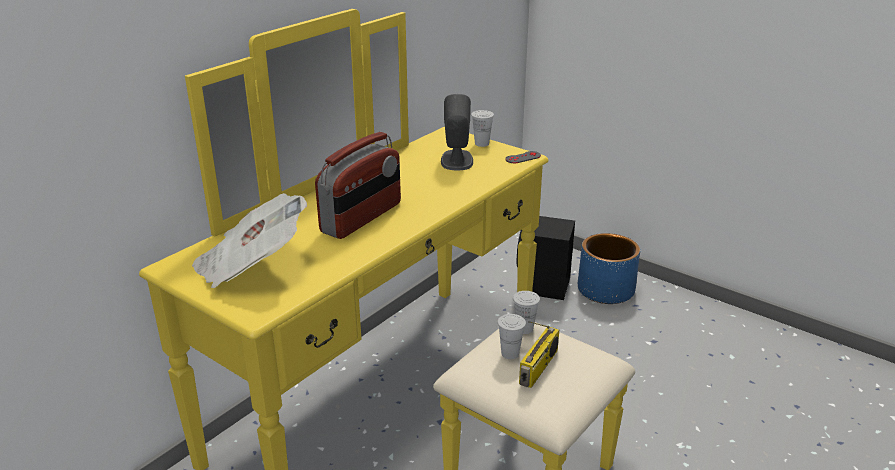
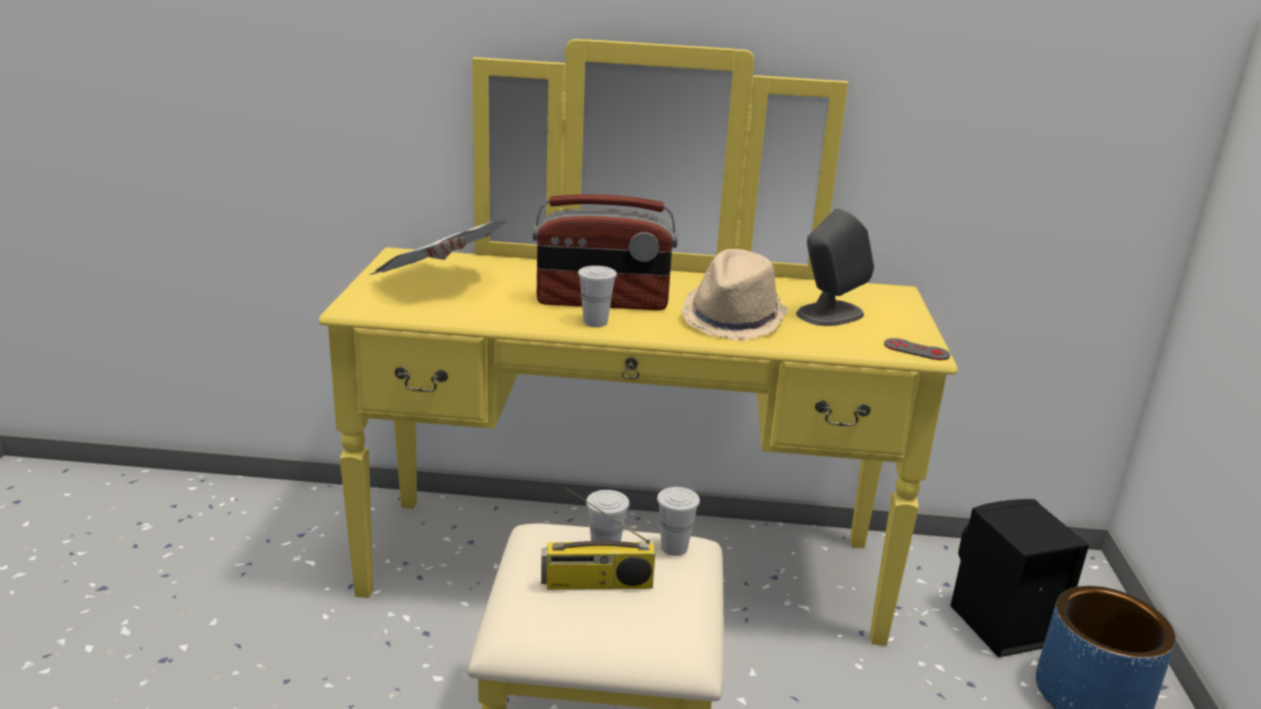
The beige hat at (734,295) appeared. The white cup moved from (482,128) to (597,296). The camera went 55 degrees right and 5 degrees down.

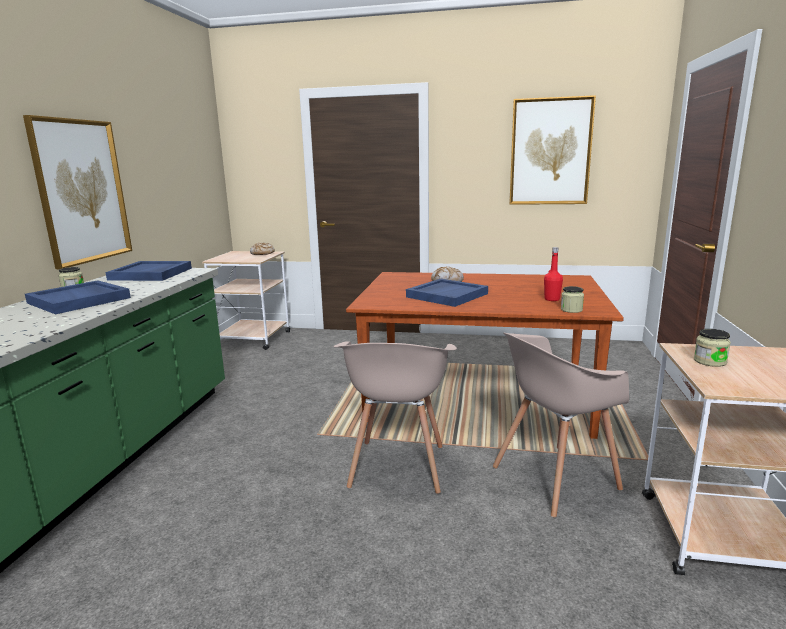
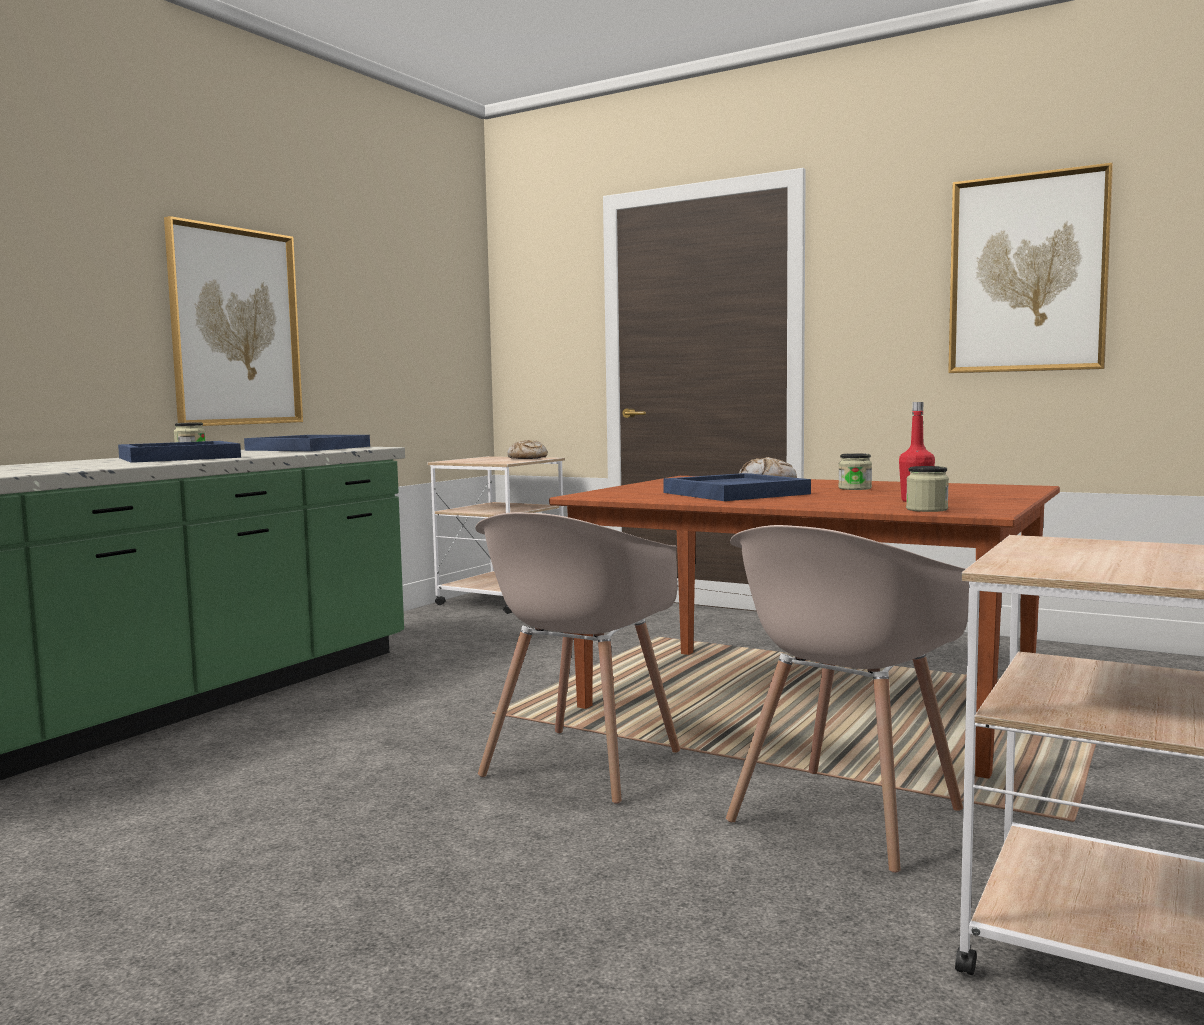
The jar moved from (712,348) to (855,471). The beige chair at (561,425) turned 45 degrees counterclockwise. The camera went 20 degrees right and 10 degrees down.

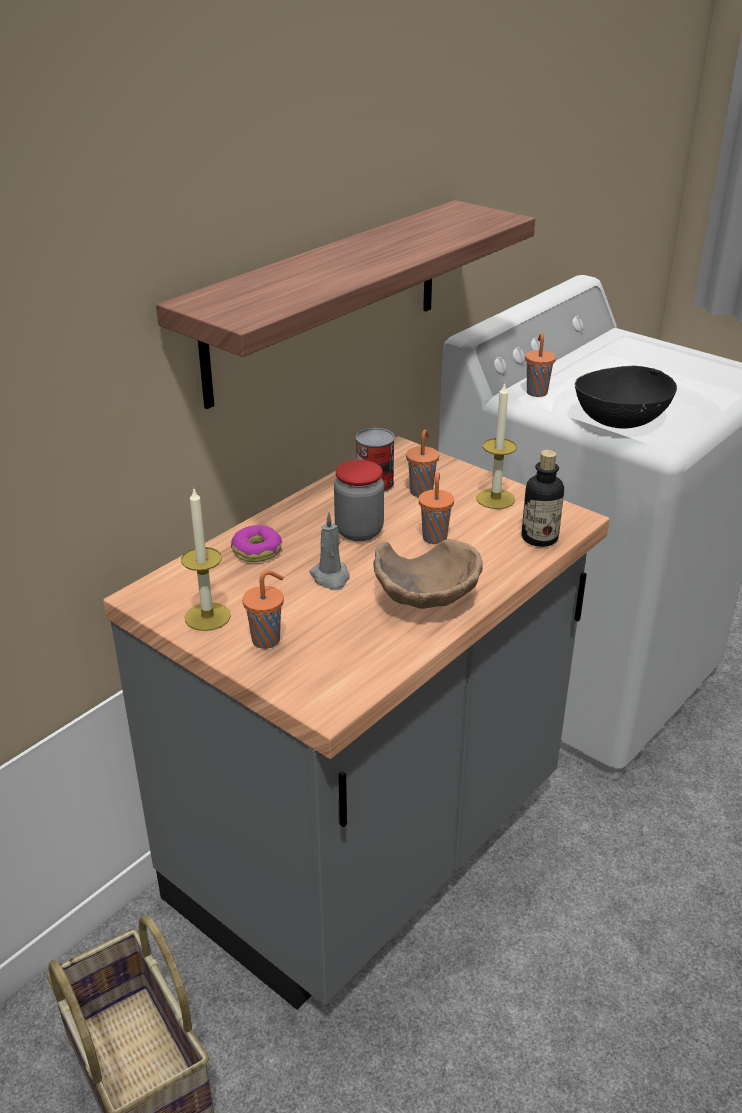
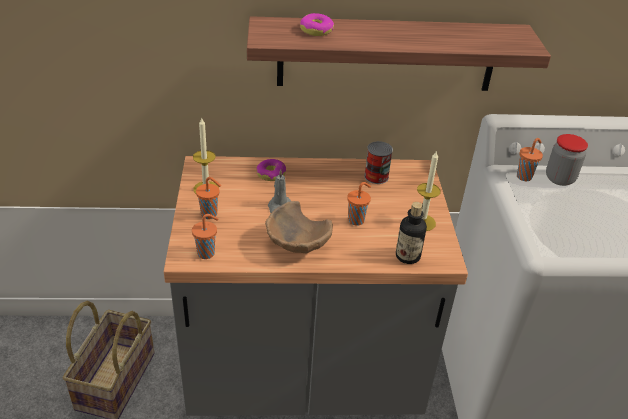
The black bowl at (626,397) disappeared. The donut at (317,24) appeared. The jar moved from (359,500) to (567,160). The orange cup moved from (422,463) to (205,236). The camera went 45 degrees right and 5 degrees up.

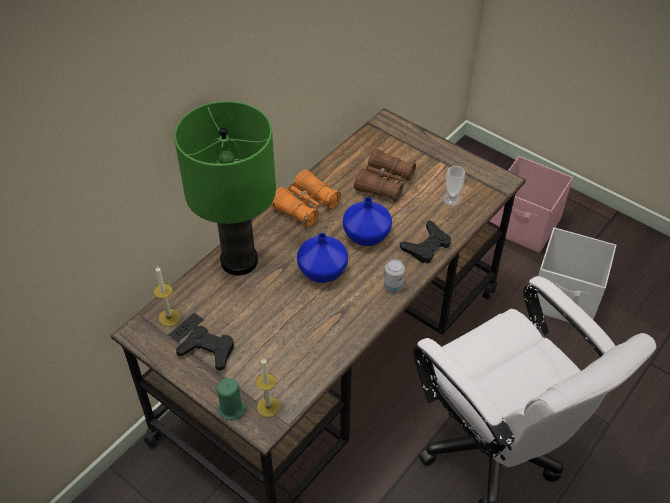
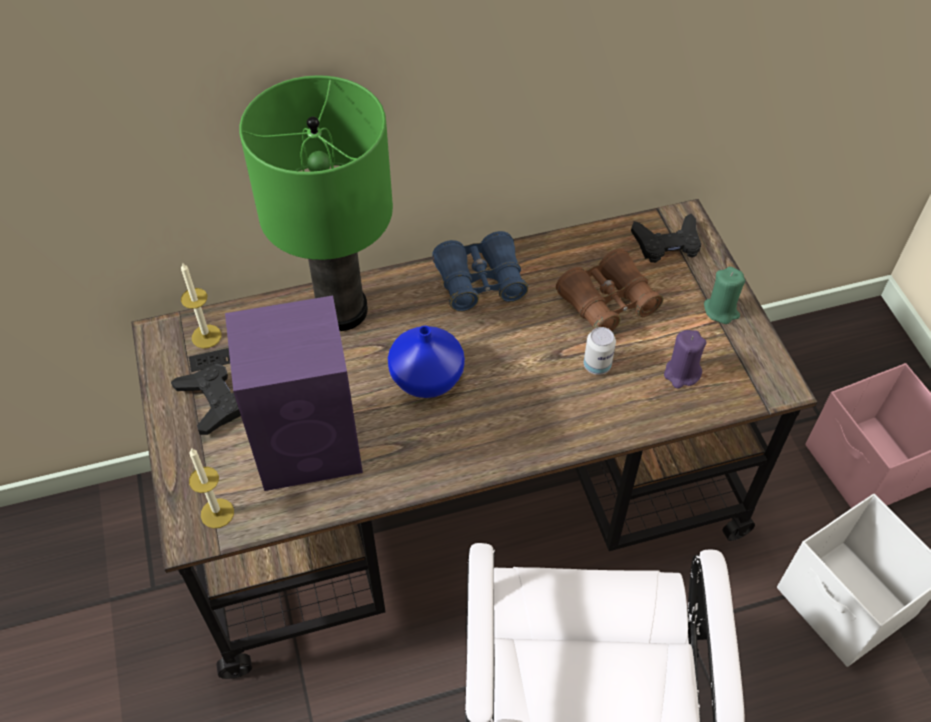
The blue vase at (367,221) disappeared. The purple speaker at (294,393) appeared. The green candle moved from (231,399) to (724,295). The can moved from (394,275) to (599,351). The black game controller moved from (425,242) to (666,238). The cup at (454,186) was replaced by the purple candle at (685,359). The orange binoculars at (306,198) became the blue binoculars at (480,271). The camera went 35 degrees right and 5 degrees up.

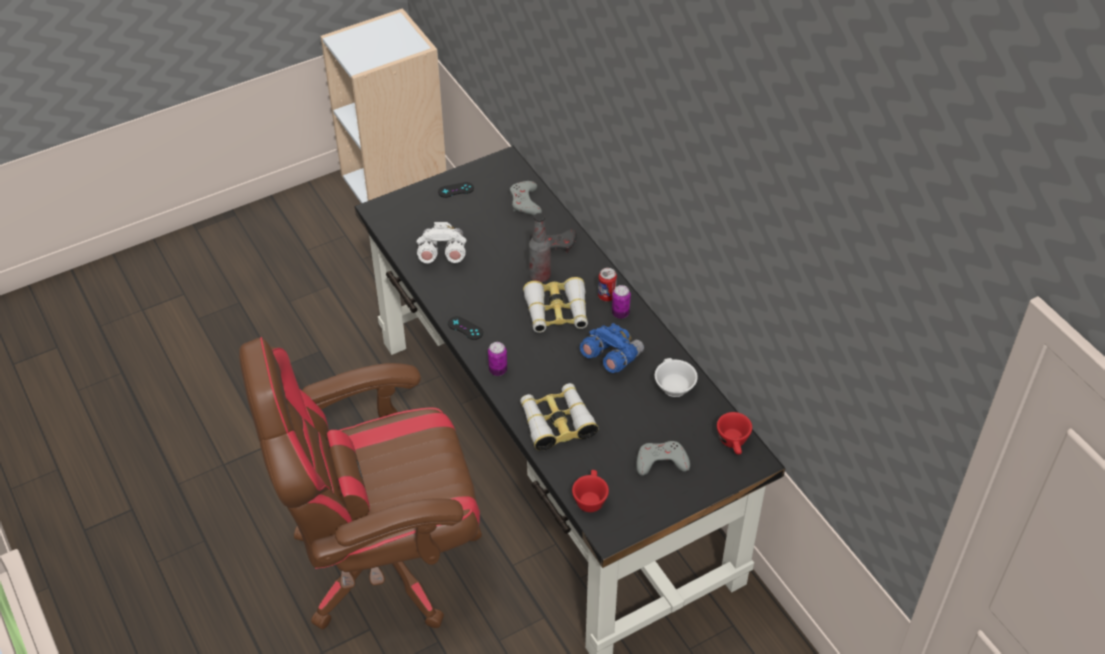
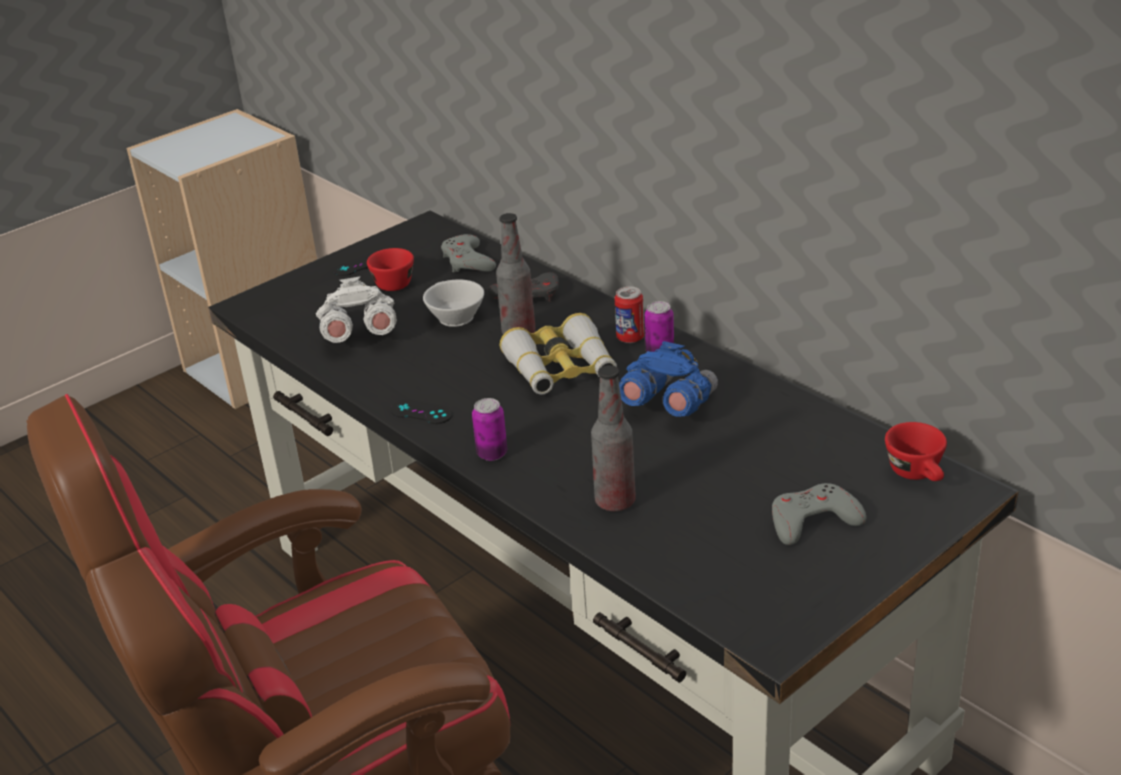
The red cup moved from (590,491) to (390,269). The white cup moved from (676,377) to (453,303). The binoculars at (559,417) was replaced by the bottle at (613,438). The camera went 10 degrees left and 15 degrees down.

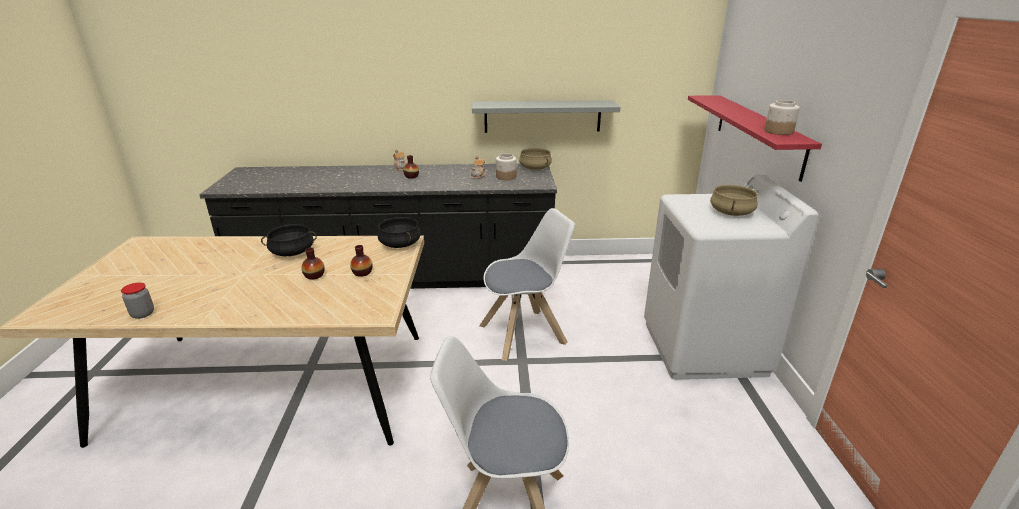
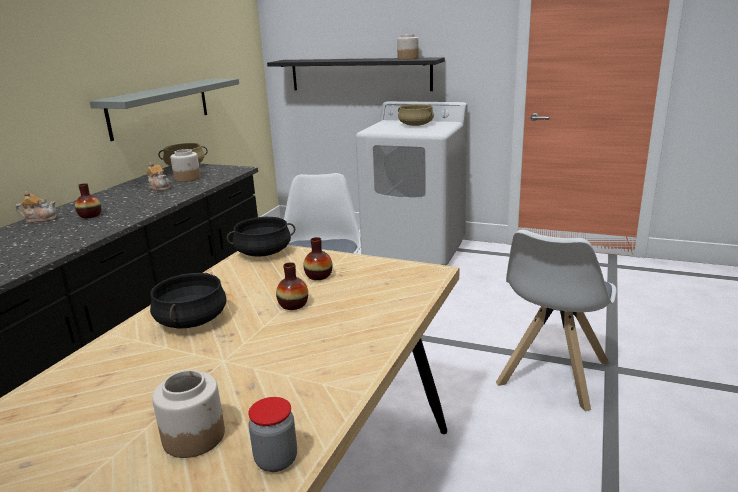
The jar at (188,414) appeared. The red shelf at (755,138) became the black shelf at (356,74). The camera went 65 degrees left and 5 degrees down.

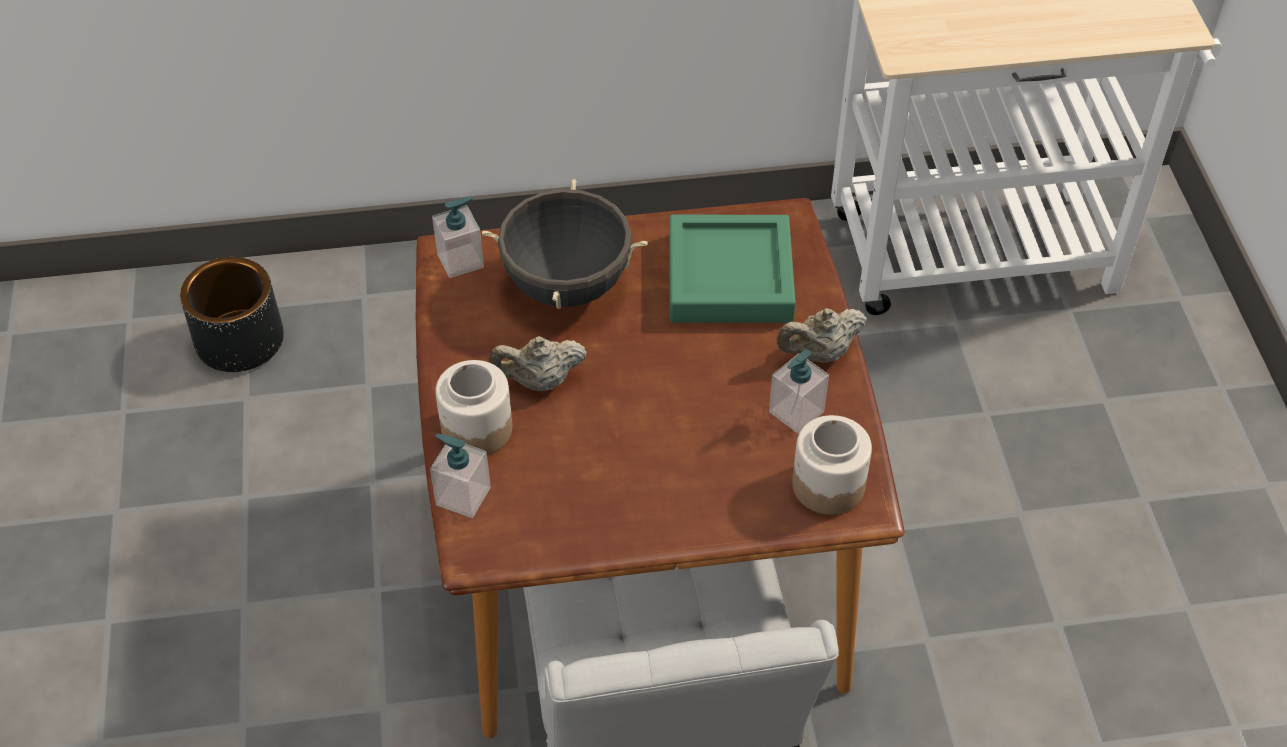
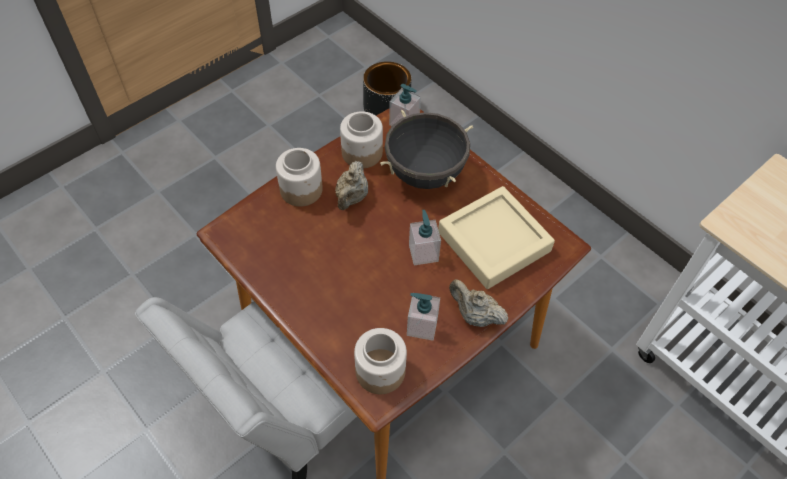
The jar at (361,139) appeared. The soap dispenser moved from (460,476) to (425,237). The green tray at (732,269) became the beige tray at (496,237). The beige teapot at (538,363) turned 120 degrees counterclockwise. The camera went 55 degrees right and 5 degrees up.

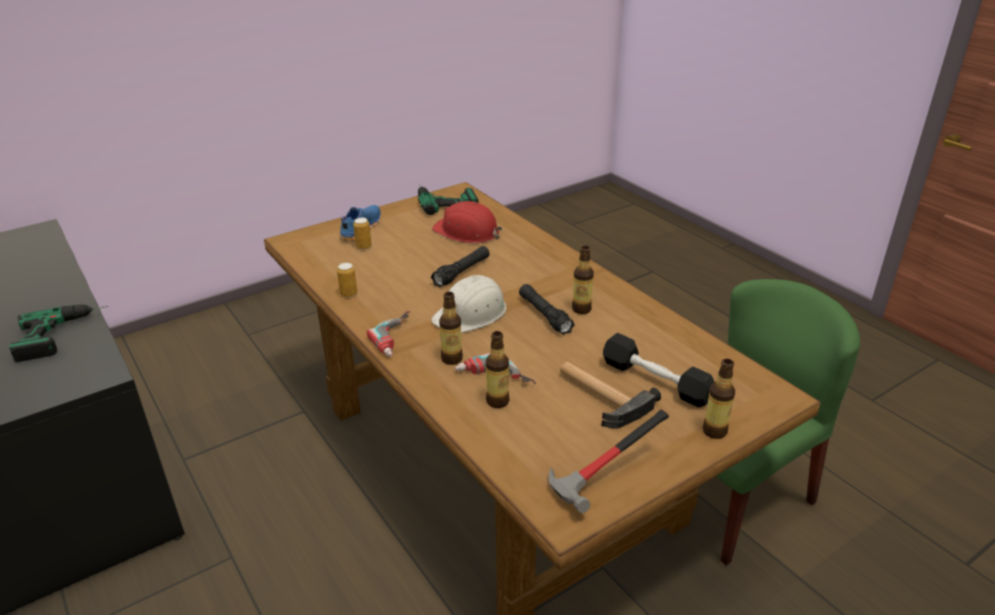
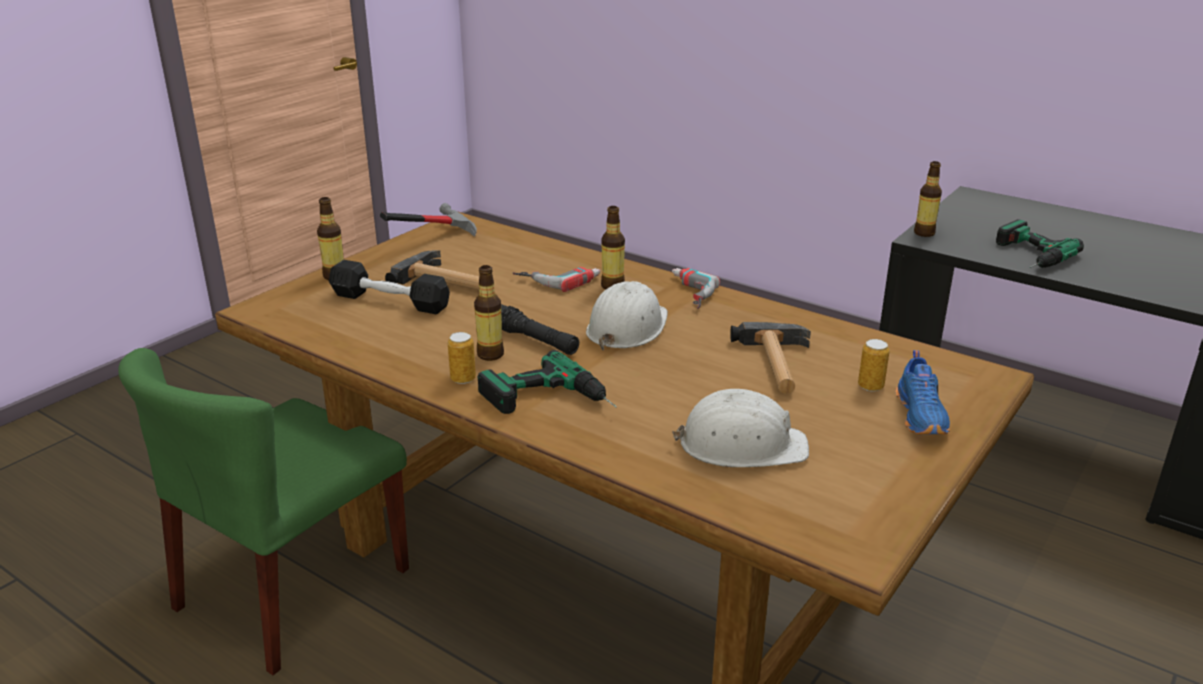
The black flashlight at (460,266) disappeared. The hammer at (770,358) appeared. The can moved from (347,280) to (462,358). The power drill moved from (448,199) to (547,382). The bottle moved from (497,369) to (928,199). The red hard hat at (467,222) became the white hard hat at (740,428). The camera went 160 degrees right and 5 degrees down.

